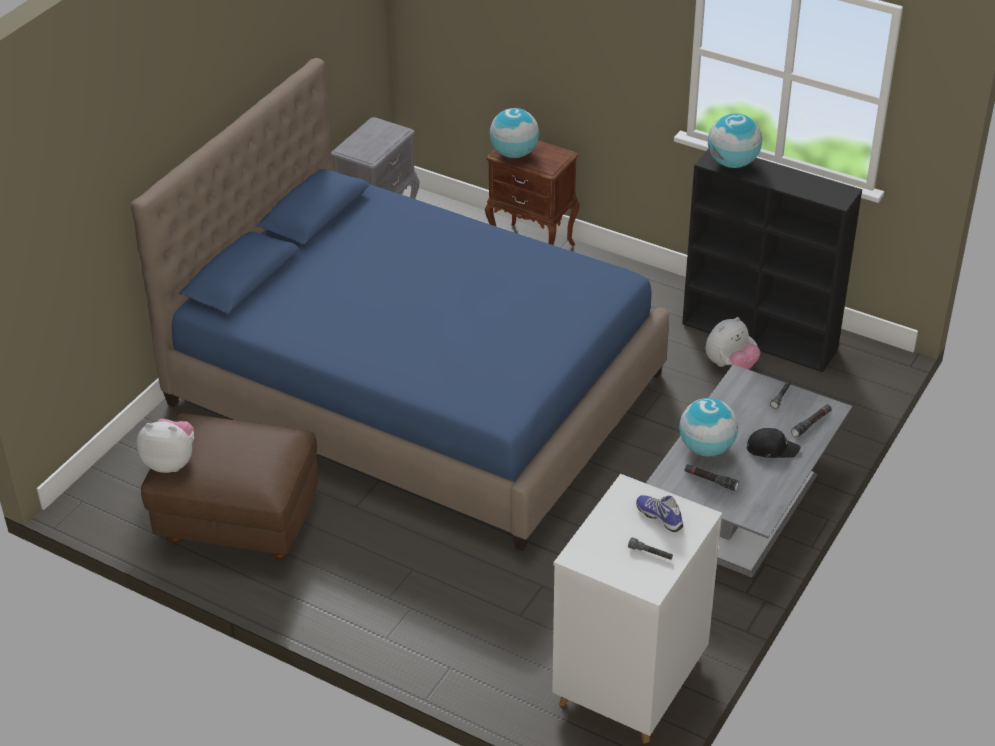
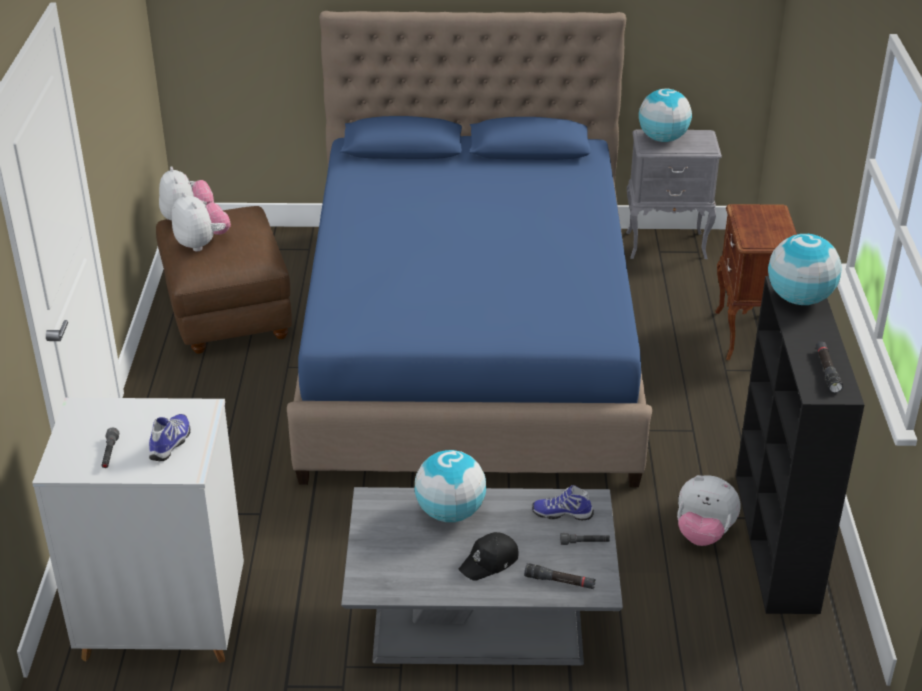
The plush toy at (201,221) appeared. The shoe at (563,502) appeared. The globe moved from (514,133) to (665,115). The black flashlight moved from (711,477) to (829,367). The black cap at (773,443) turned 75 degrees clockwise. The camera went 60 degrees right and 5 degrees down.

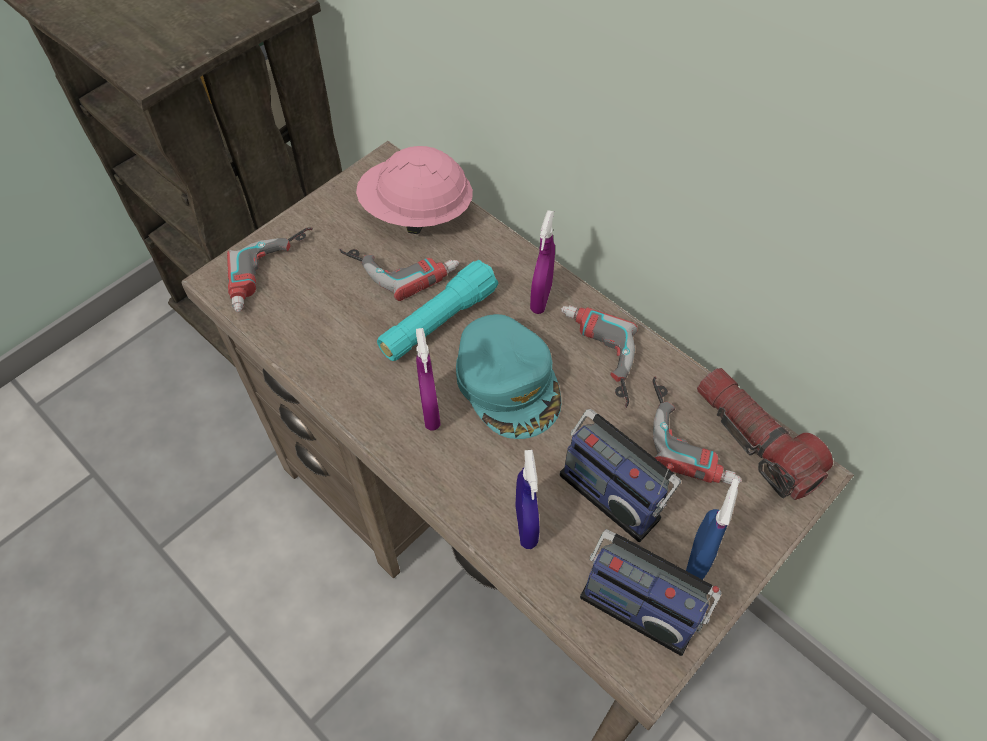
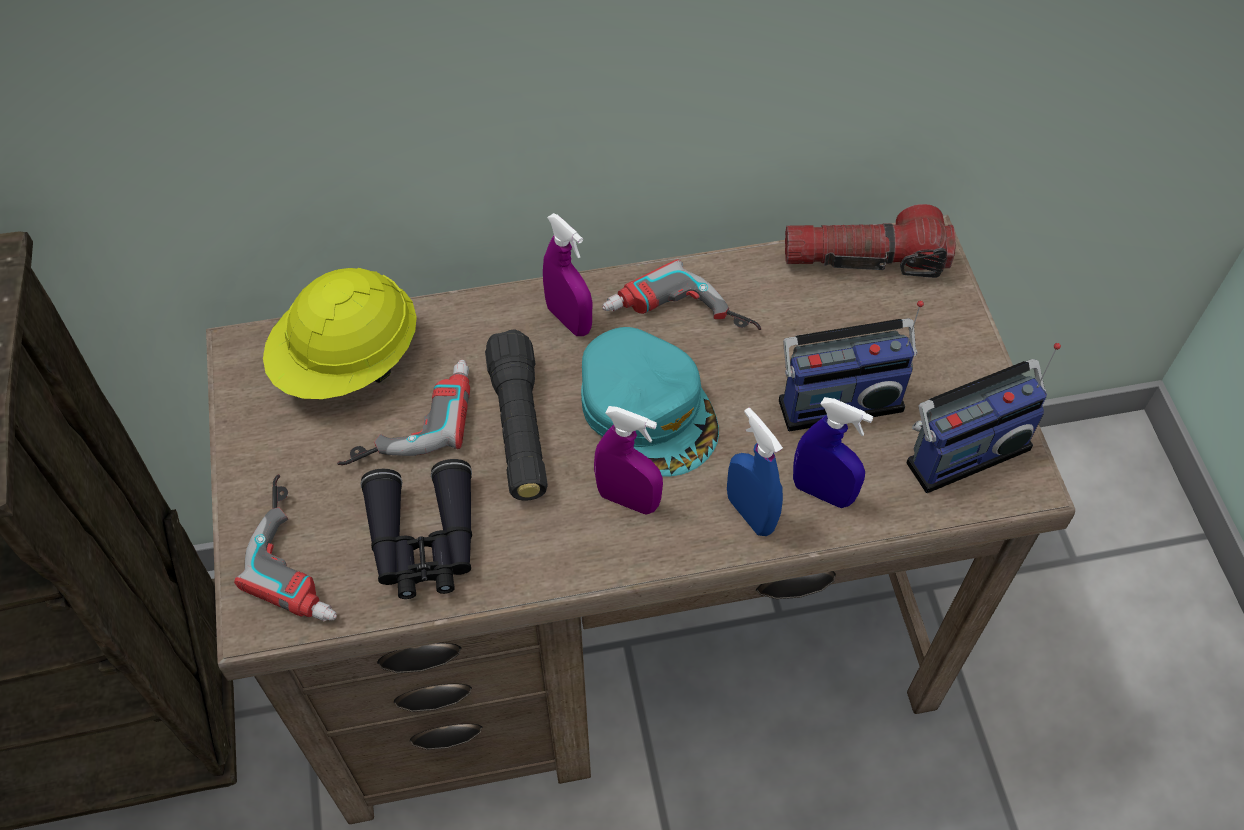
The power drill at (697,431) disappeared. The black binoculars at (416,529) appeared. The blue spray bottle moved from (712,529) to (755,472). The pink hard hat at (414,190) became the yellow hard hat at (340,333). The turquoise flashlight at (437,310) became the black flashlight at (516,415). The turquoise cap at (508,376) turned 45 degrees clockwise. The camera went 55 degrees left and 0 degrees up.

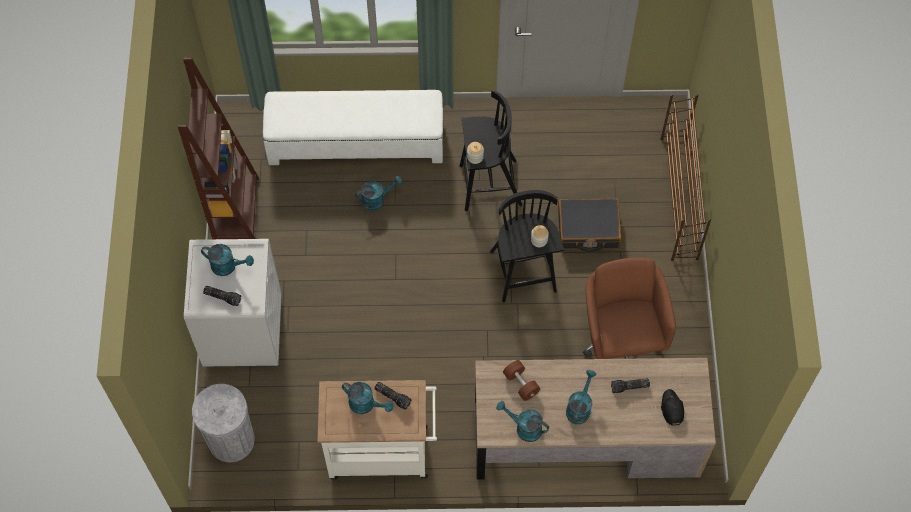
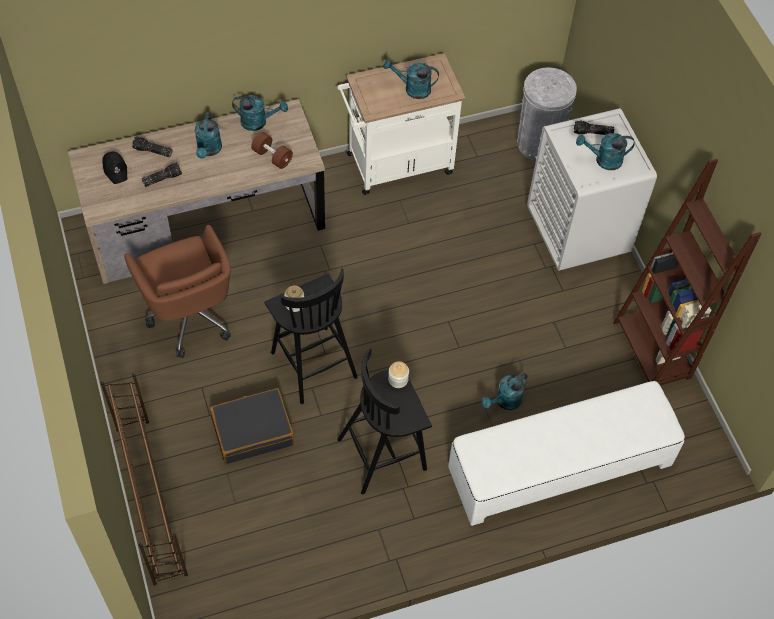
The flashlight moved from (392,396) to (152,146). The camera went 160 degrees right and 5 degrees down.

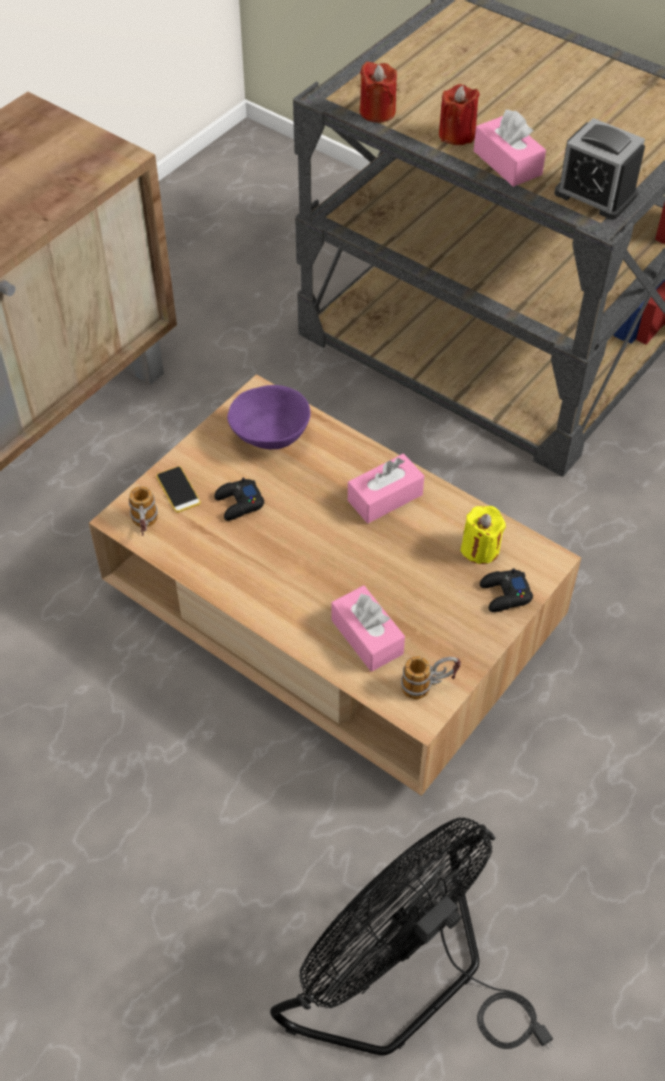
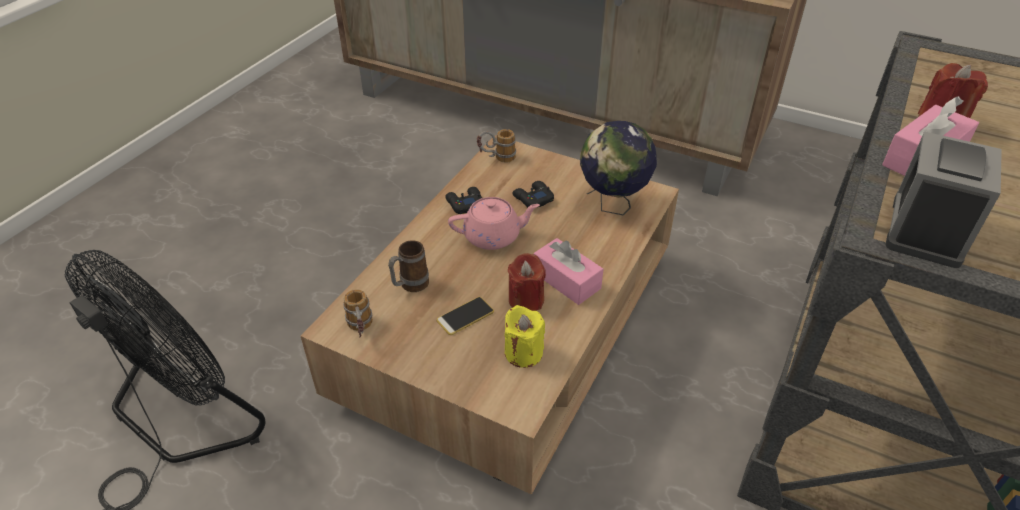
The pink teapot at (494,223) appeared. The phone moved from (178,489) to (465,316). The red candle moved from (378,92) to (527,282). The black game controller moved from (506,590) to (463,200). The purple bowl at (269,417) was replaced by the globe at (618,168). The pink tissue box at (368,628) was replaced by the mug at (408,266). The camera went 80 degrees right and 10 degrees down.

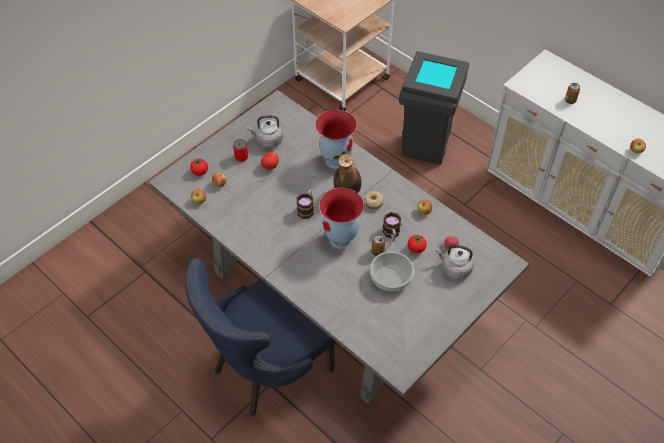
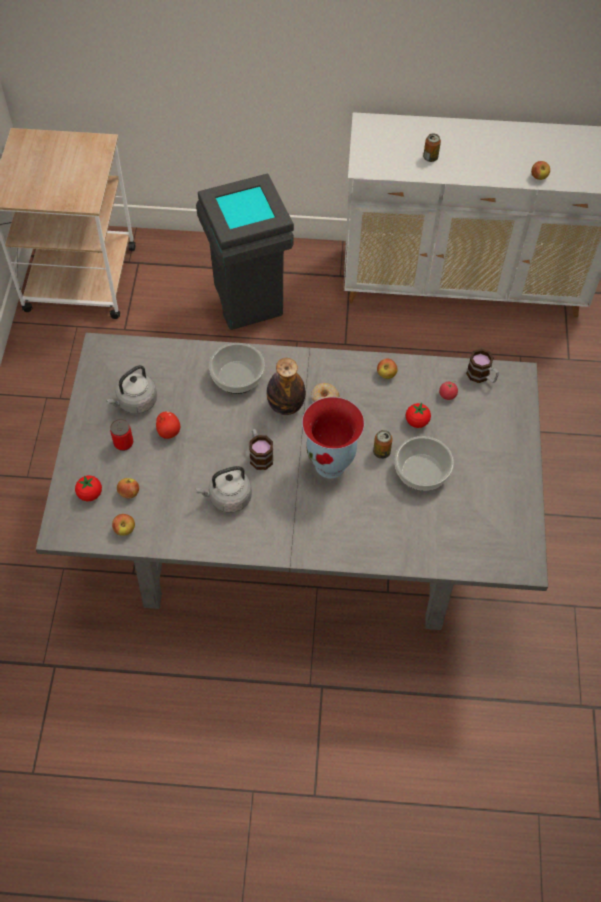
The blue chair at (260,337) disappeared. The mug moved from (391,226) to (482,366). The grey kettle moved from (455,262) to (223,489). The vase at (336,139) was replaced by the bowl at (237,368). The camera went 40 degrees left and 5 degrees up.

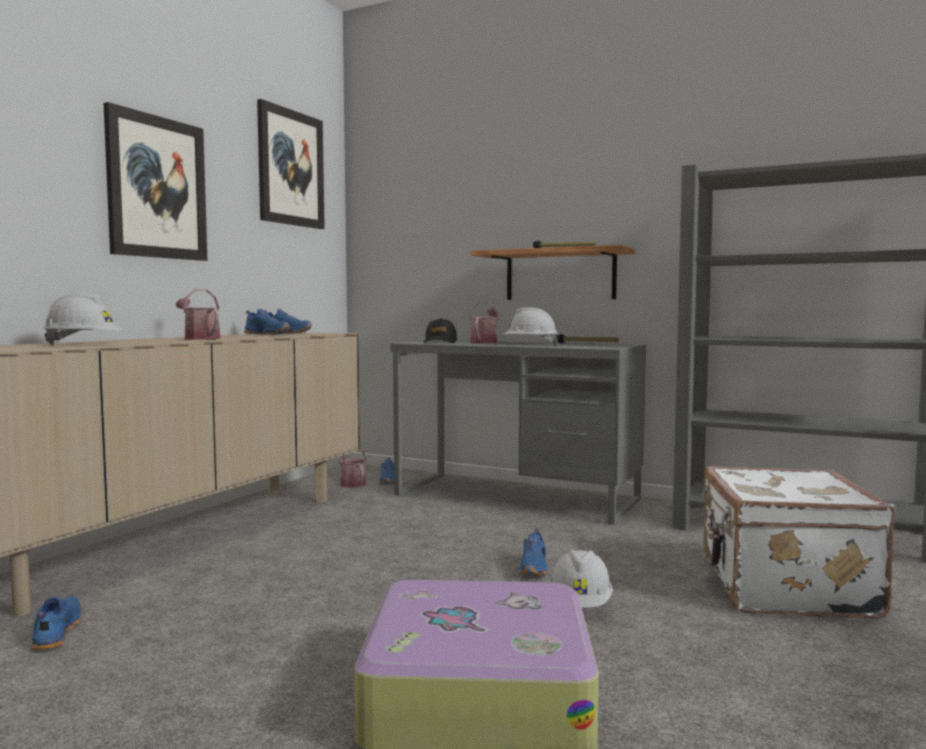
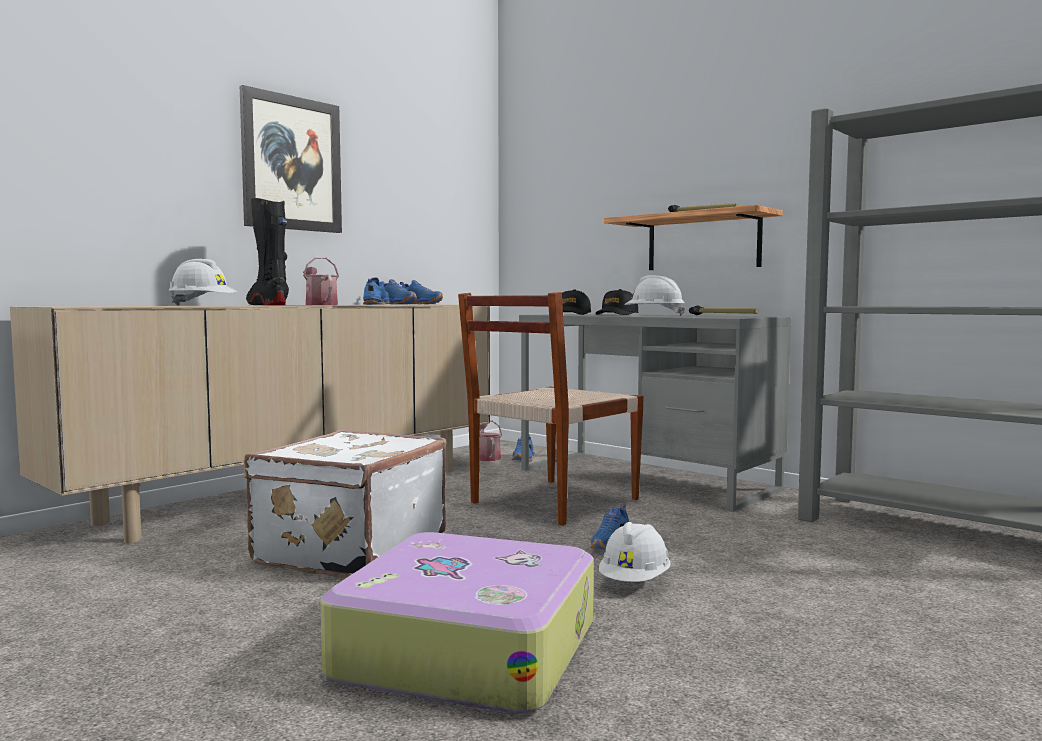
The picture at (291,164) disappeared. The black boot at (267,251) appeared. The chair at (550,409) appeared. The blue shoe moved from (57,623) to (376,291). The white suitcase moved from (798,542) to (345,504). The watering can at (484,323) was replaced by the black cap at (617,302). The camera went 15 degrees right and 0 degrees up.

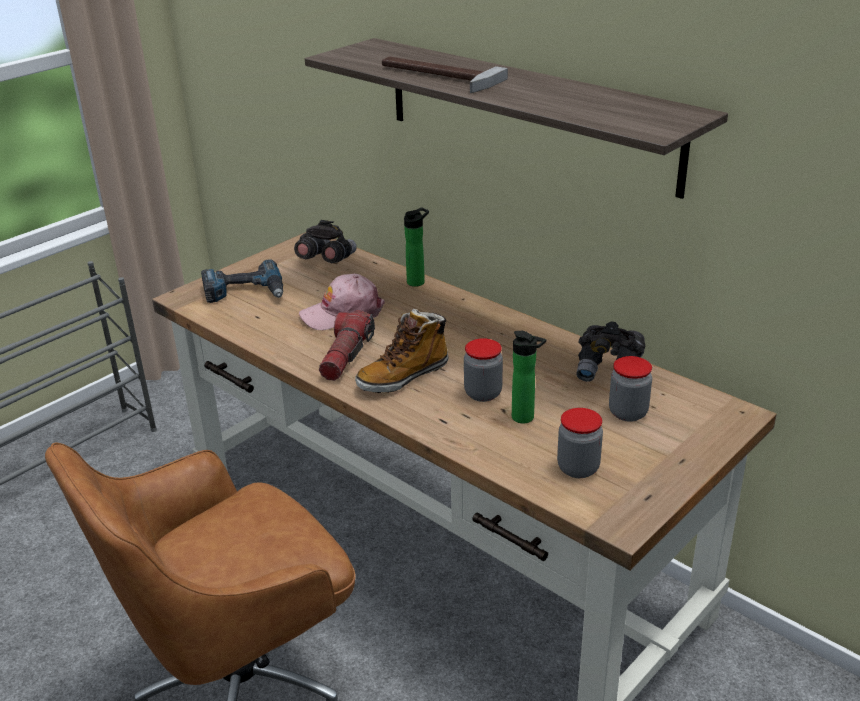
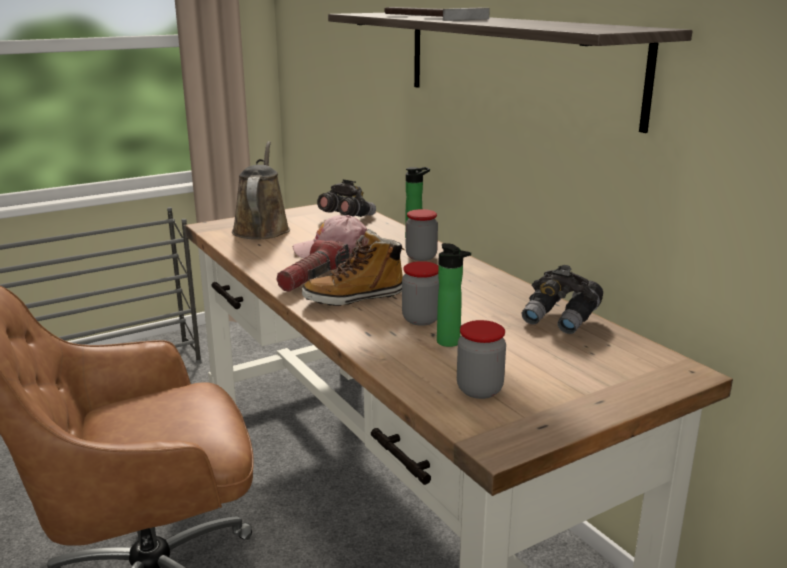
The jar moved from (630,389) to (422,235). The power drill at (242,281) was replaced by the brown watering can at (261,190). The camera went 15 degrees right and 10 degrees down.

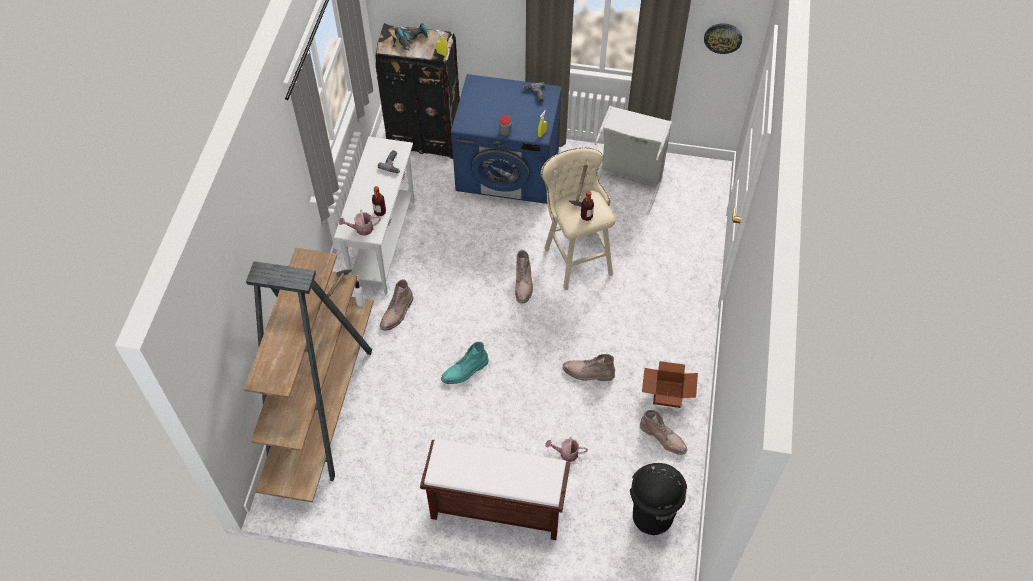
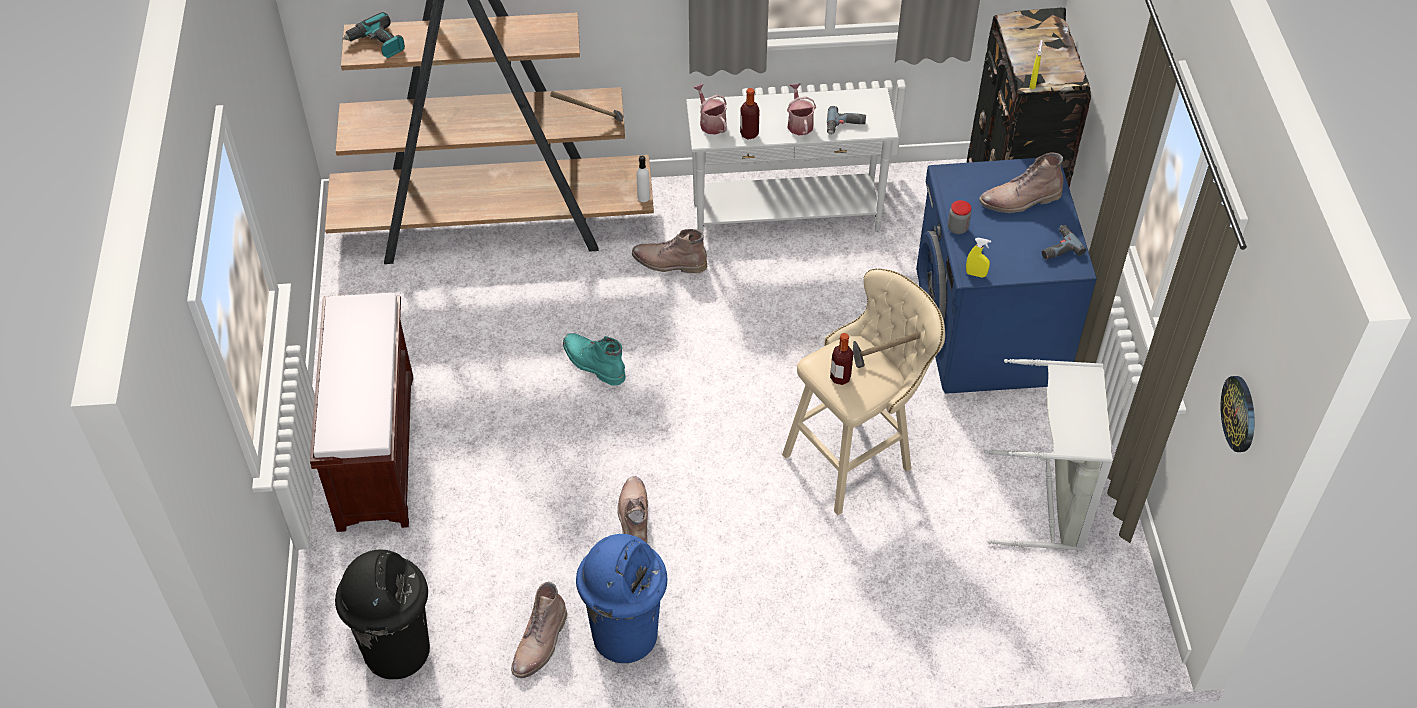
The power drill moved from (411,37) to (373,35). The brown boot moved from (524,276) to (1021,182). The watering can moved from (566,449) to (801,109). The cardboard box at (670,384) was replaced by the blue trash can at (621,598). The camera went 75 degrees right and 5 degrees down.

